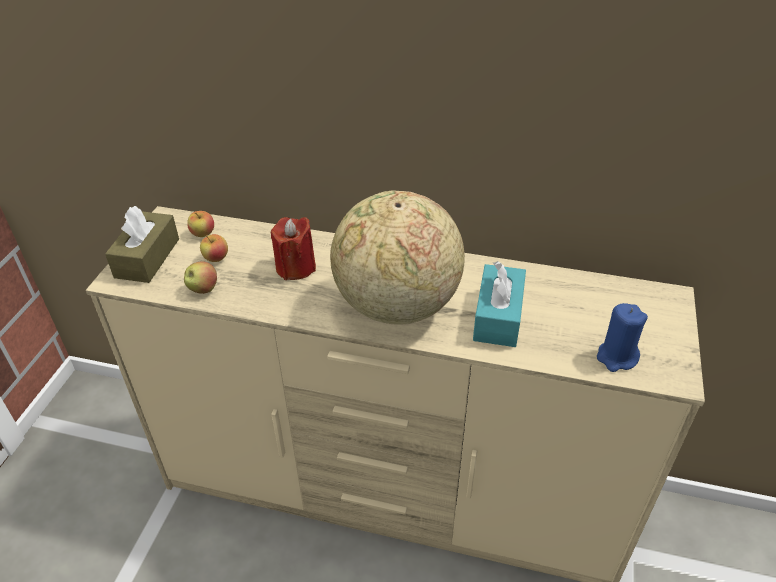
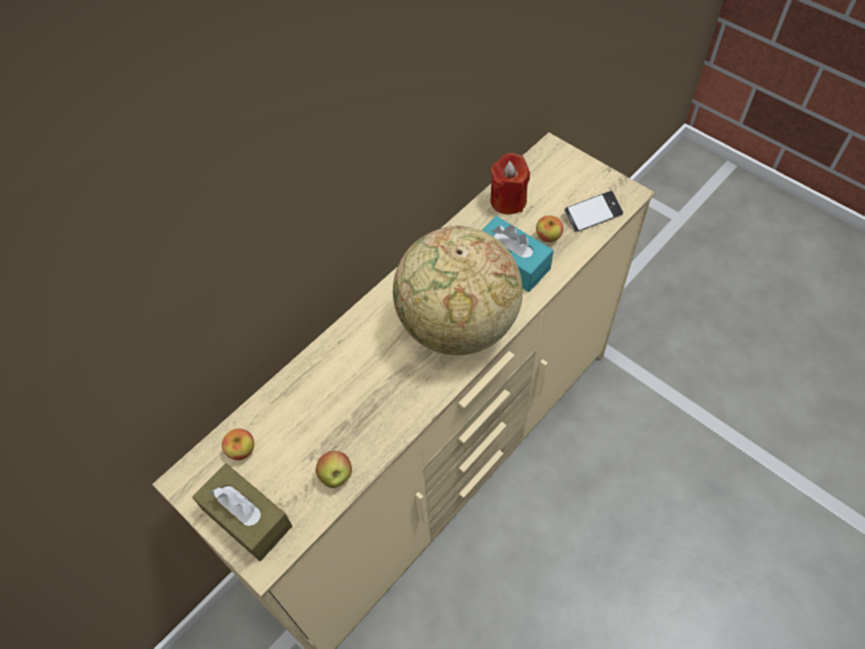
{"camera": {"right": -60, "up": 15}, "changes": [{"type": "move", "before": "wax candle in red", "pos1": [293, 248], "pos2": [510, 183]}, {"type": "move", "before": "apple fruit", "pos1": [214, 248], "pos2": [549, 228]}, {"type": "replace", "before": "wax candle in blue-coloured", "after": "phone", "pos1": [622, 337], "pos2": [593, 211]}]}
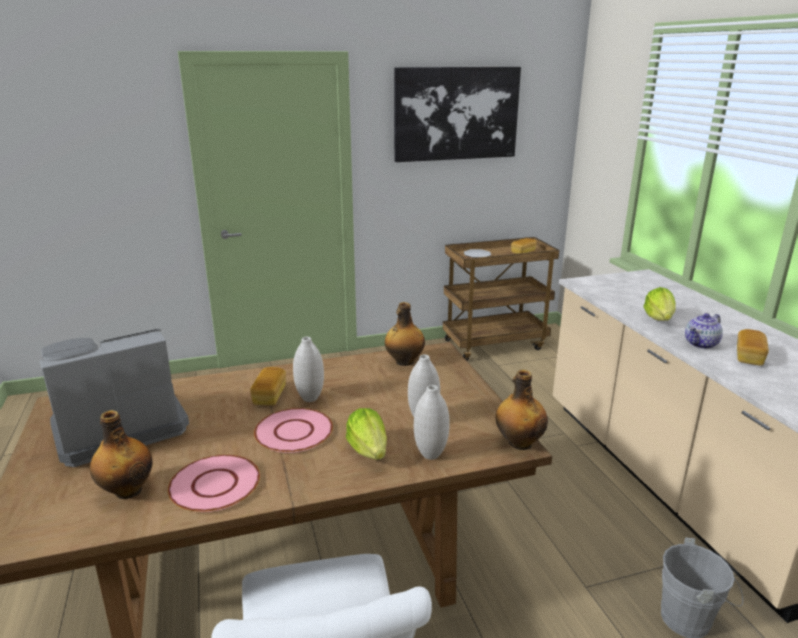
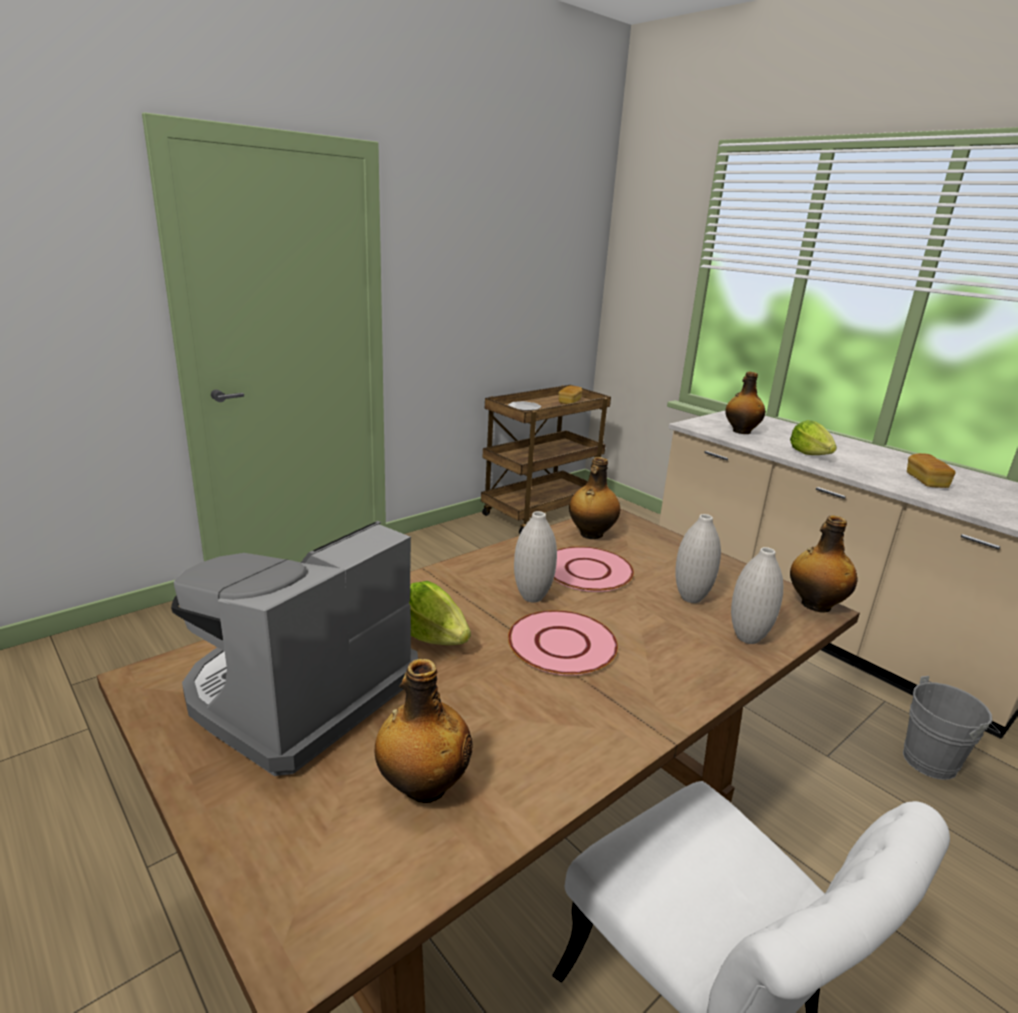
{"camera": {"right": -25, "up": 0}, "changes": [{"type": "move", "before": "lettuce", "pos1": [366, 434], "pos2": [440, 613]}, {"type": "move", "before": "dinner plate in pink-coloured", "pos1": [214, 483], "pos2": [594, 569]}, {"type": "insert", "after": "drink bottle", "pos2": [745, 403]}, {"type": "delete", "before": "baked bread", "pos1": [268, 386]}, {"type": "delete", "before": "picture", "pos1": [457, 114]}, {"type": "delete", "before": "teapot", "pos1": [704, 331]}]}
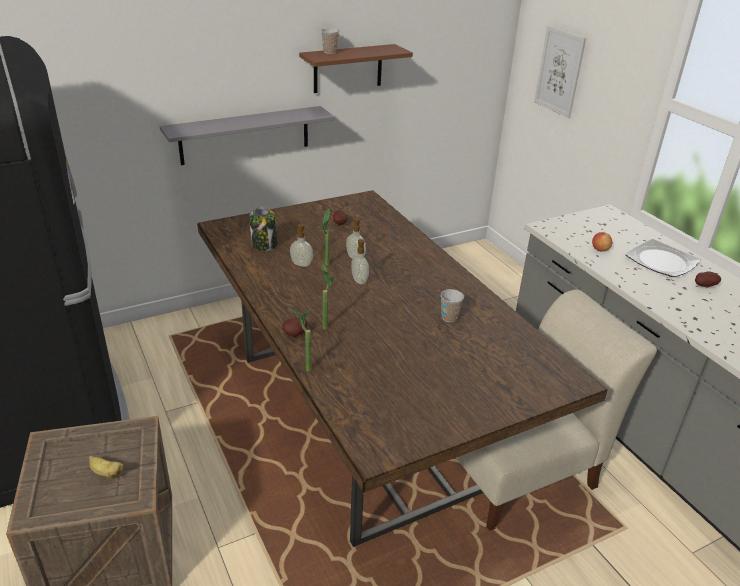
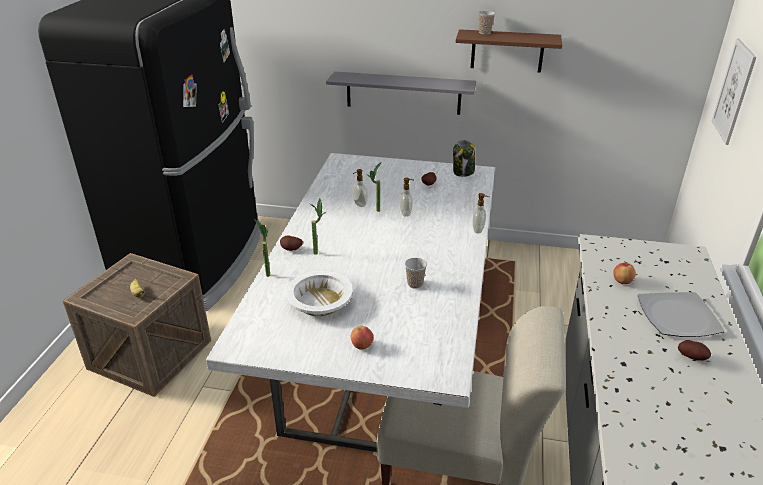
{"camera": {"right": 40, "up": 0}, "changes": [{"type": "recolor", "before": "dining table in brown", "after": "dining table in whitish", "pos1": [402, 368], "pos2": [350, 302]}, {"type": "insert", "after": "deep dish in whitish", "pos2": [319, 293]}, {"type": "insert", "after": "apple fruit", "pos2": [362, 338]}, {"type": "move", "before": "preserve jar", "pos1": [263, 229], "pos2": [464, 158]}, {"type": "move", "before": "liquid soap bottle", "pos1": [360, 261], "pos2": [481, 213]}]}
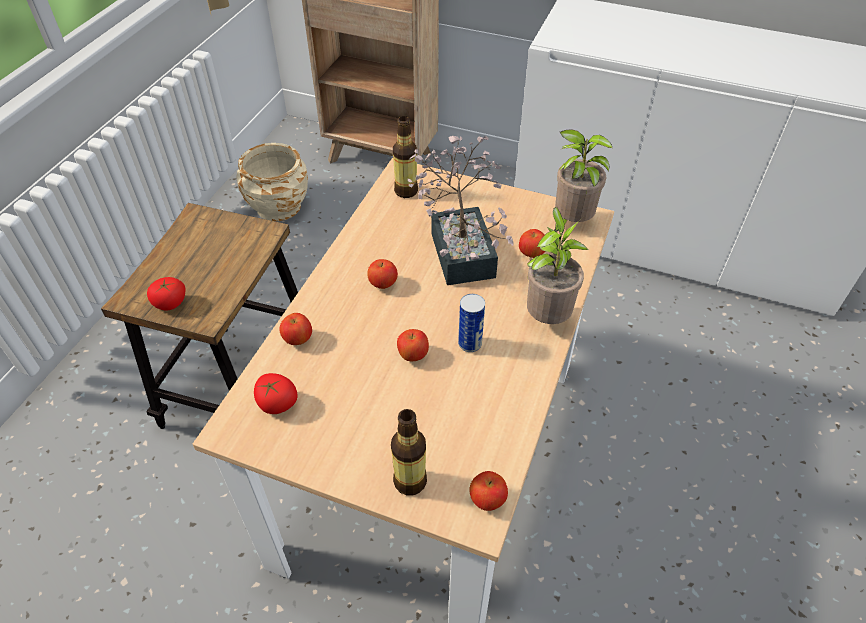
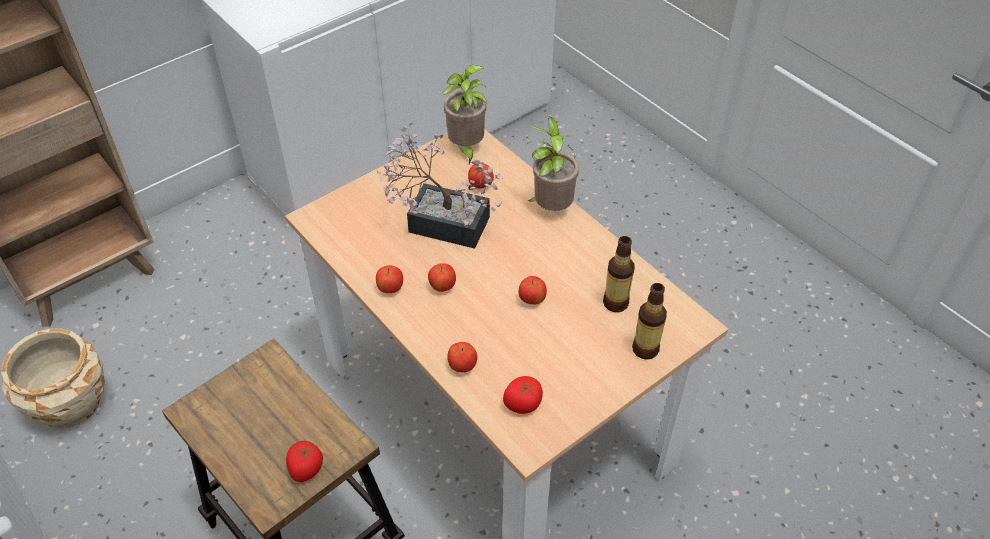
{"camera": {"right": -60, "up": 0}, "changes": [{"type": "move", "before": "apple fruit", "pos1": [489, 491], "pos2": [389, 279]}, {"type": "move", "before": "drink bottle", "pos1": [405, 157], "pos2": [619, 274]}, {"type": "delete", "before": "can", "pos1": [471, 323]}]}
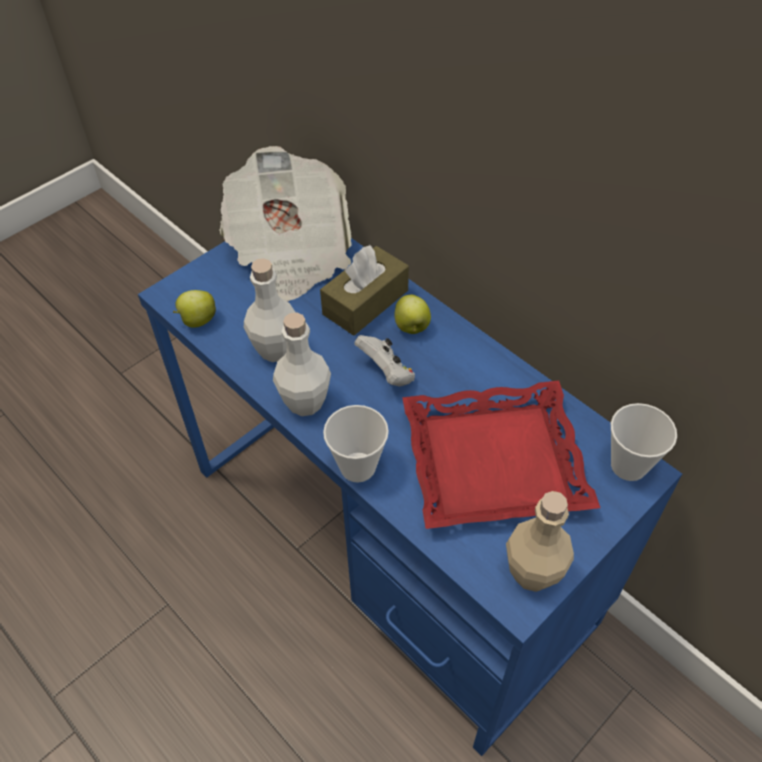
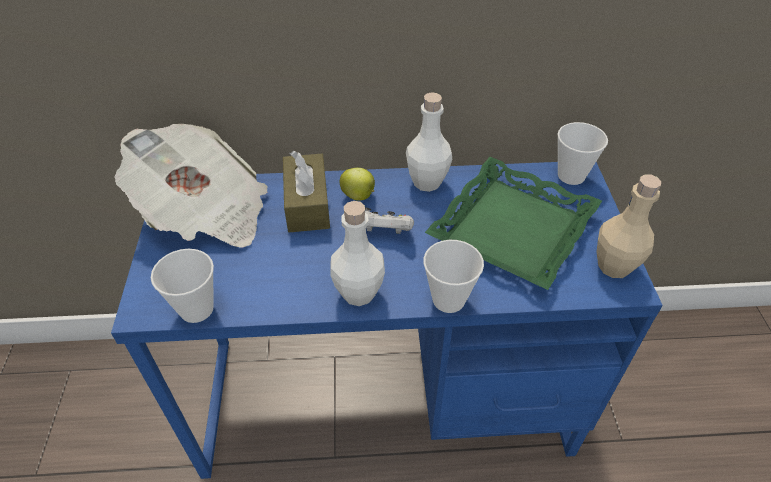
{"camera": {"right": -50, "up": -5}, "changes": [{"type": "replace", "before": "apple fruit", "after": "cup", "pos1": [194, 309], "pos2": [182, 286]}, {"type": "move", "before": "drink bottle in whitish", "pos1": [270, 310], "pos2": [429, 142]}, {"type": "recolor", "before": "tray in red", "after": "tray in greenish", "pos1": [501, 455], "pos2": [513, 223]}]}
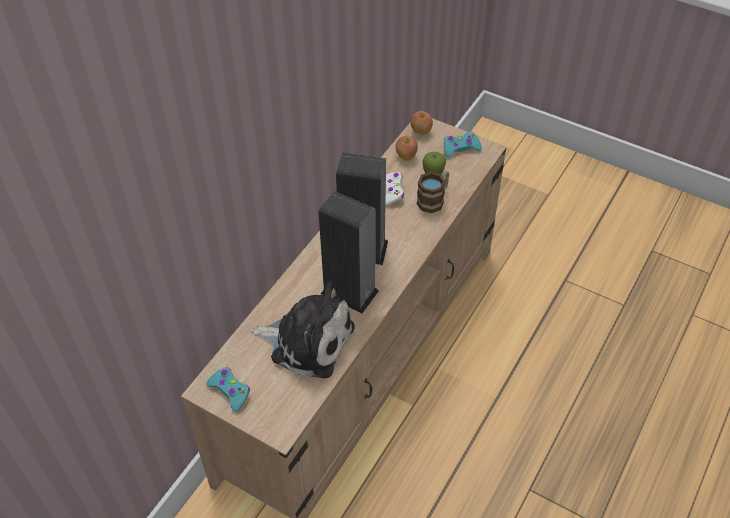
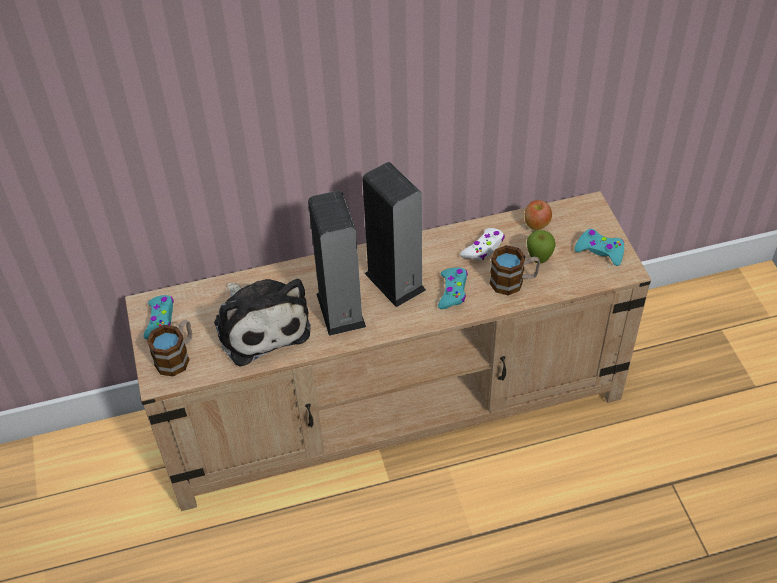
{"camera": {"right": 45, "up": 0}, "changes": [{"type": "insert", "after": "mug", "pos2": [169, 348]}, {"type": "insert", "after": "game controller in turquoise", "pos2": [453, 288]}, {"type": "delete", "before": "apple fruit", "pos1": [422, 123]}]}
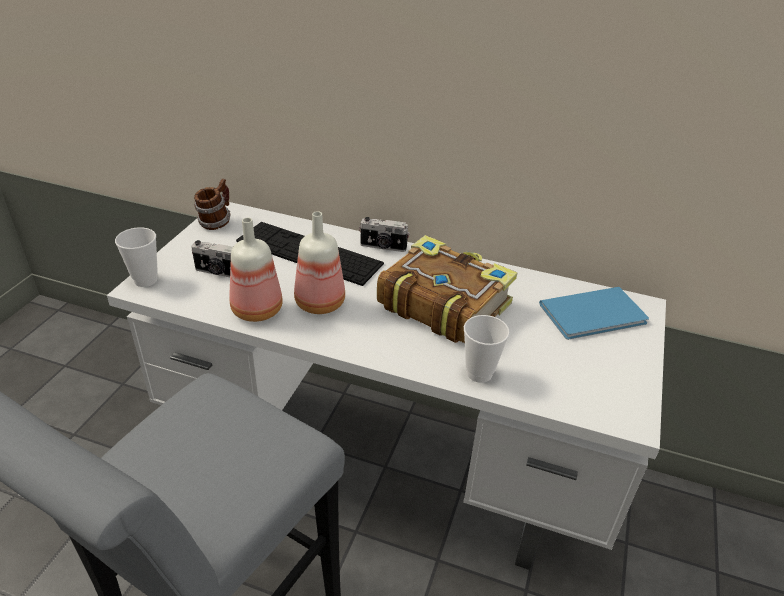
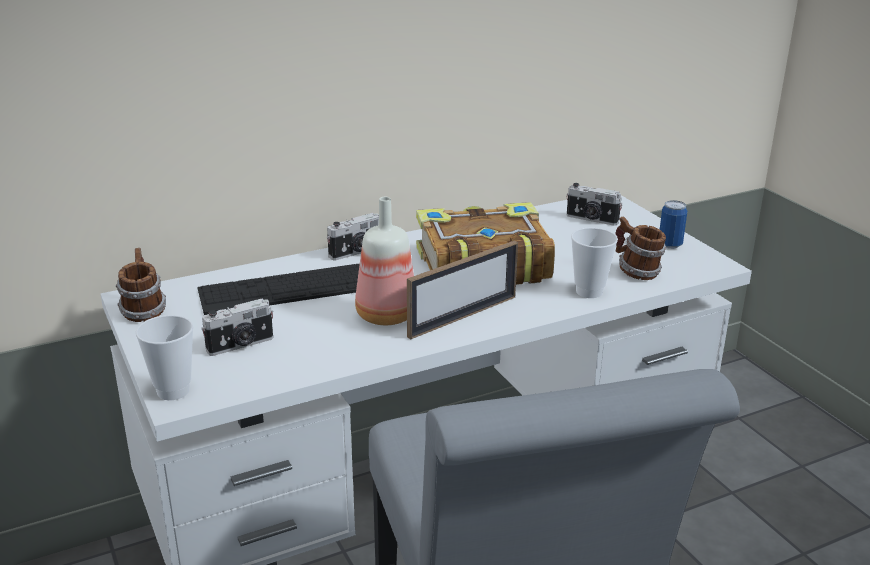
{"camera": {"right": -45, "up": -10}, "changes": [{"type": "insert", "after": "photo frame", "pos2": [462, 289]}, {"type": "replace", "before": "book in blue-coloured", "after": "still camera", "pos1": [594, 313], "pos2": [595, 204]}, {"type": "insert", "after": "mug", "pos2": [640, 248]}, {"type": "insert", "after": "can", "pos2": [673, 224]}, {"type": "delete", "before": "drink bottle", "pos1": [256, 270]}]}
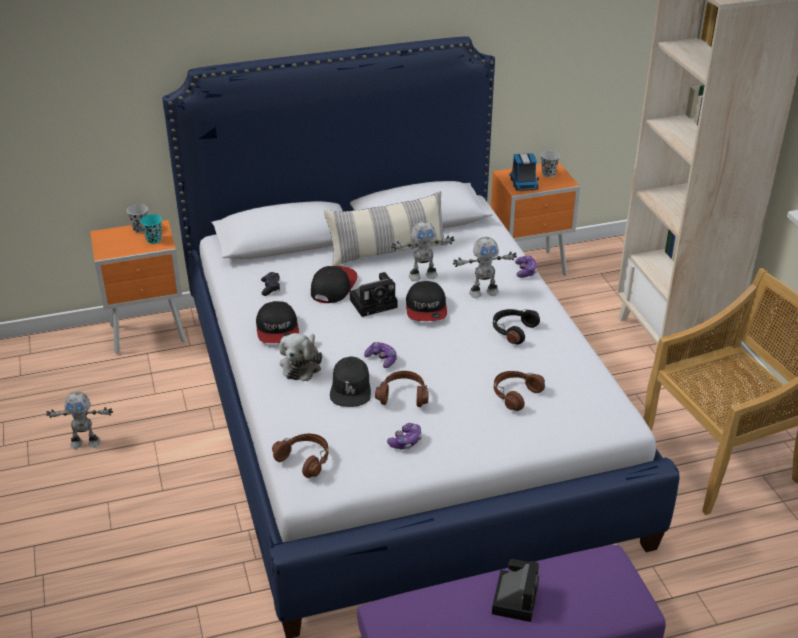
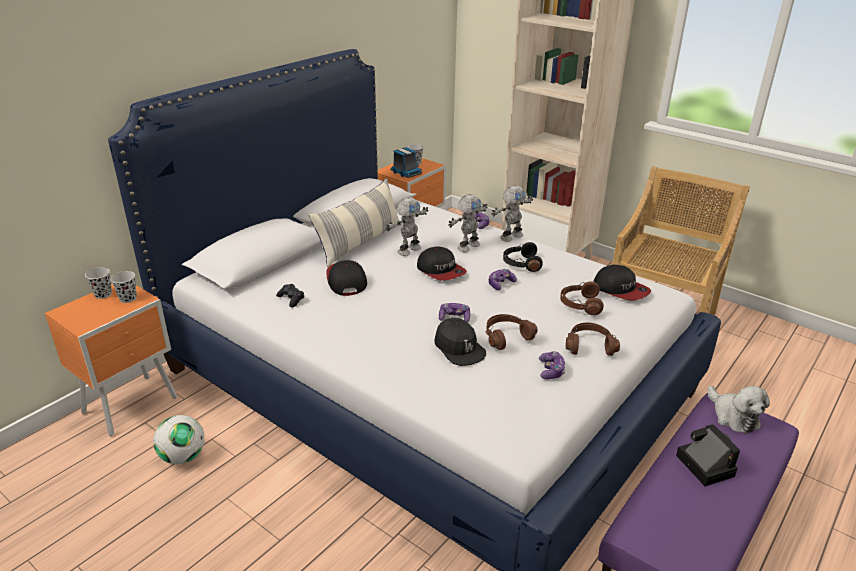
{"camera": {"right": -35, "up": -5}, "changes": [{"type": "recolor", "before": "cup in turquoise", "after": "cup in black-coloured", "pos1": [151, 229], "pos2": [123, 287]}, {"type": "insert", "after": "football", "pos2": [179, 439]}, {"type": "insert", "after": "game controller", "pos2": [502, 279]}, {"type": "move", "before": "toy robot", "pos1": [79, 420], "pos2": [512, 213]}, {"type": "move", "before": "pair of headphones in brown", "pos1": [300, 456], "pos2": [593, 339]}, {"type": "move", "before": "cap", "pos1": [277, 322], "pos2": [622, 282]}, {"type": "move", "before": "plush toy", "pos1": [300, 357], "pos2": [738, 410]}, {"type": "delete", "before": "still camera", "pos1": [374, 294]}]}
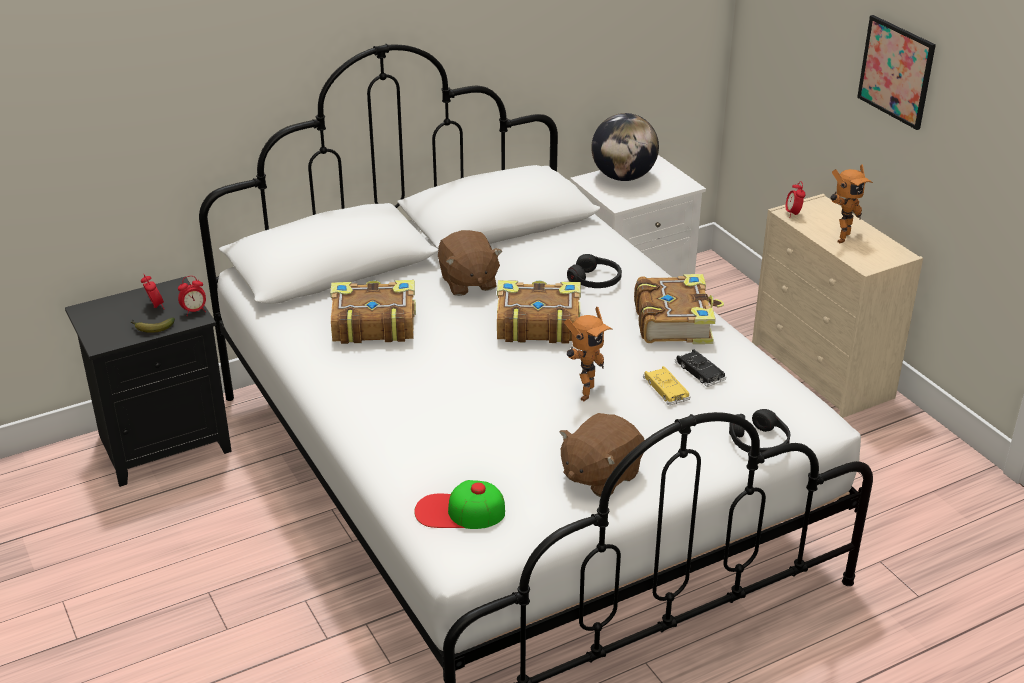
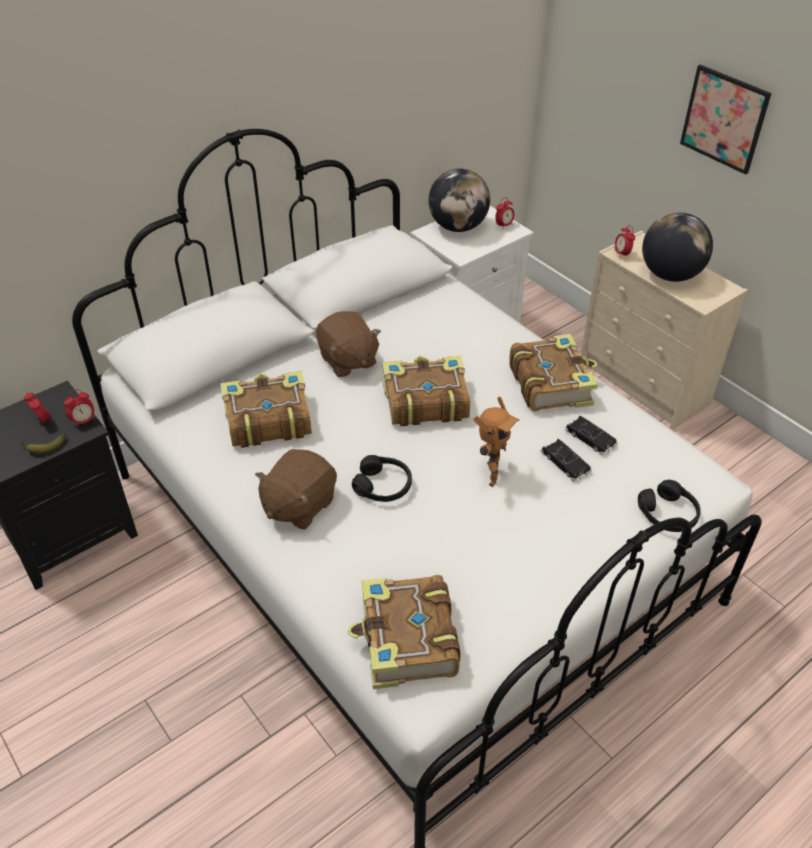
{"camera": {"right": -10, "up": 10}, "changes": [{"type": "move", "before": "plush toy in brown", "pos1": [601, 455], "pos2": [296, 489]}, {"type": "replace", "before": "cap", "after": "book", "pos1": [459, 504], "pos2": [404, 632]}, {"type": "move", "before": "pair of headphones in black-coloured", "pos1": [594, 271], "pos2": [382, 478]}, {"type": "insert", "after": "bedside clock", "pos2": [504, 213]}, {"type": "recolor", "before": "model car in yellowish", "after": "model car in black-coloured", "pos1": [667, 385], "pos2": [566, 460]}, {"type": "replace", "before": "toy robot", "after": "globe", "pos1": [852, 203], "pos2": [677, 247]}]}
